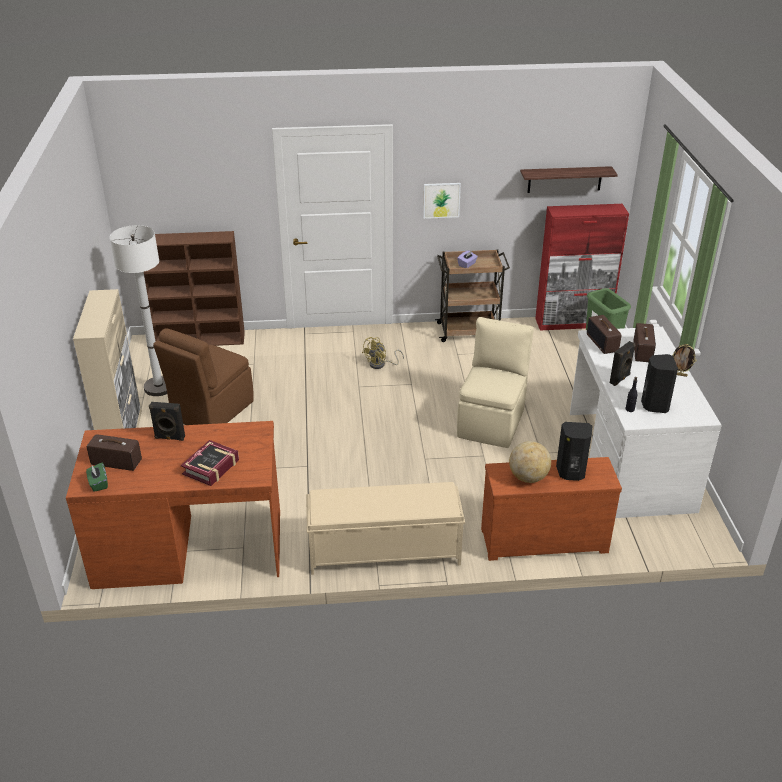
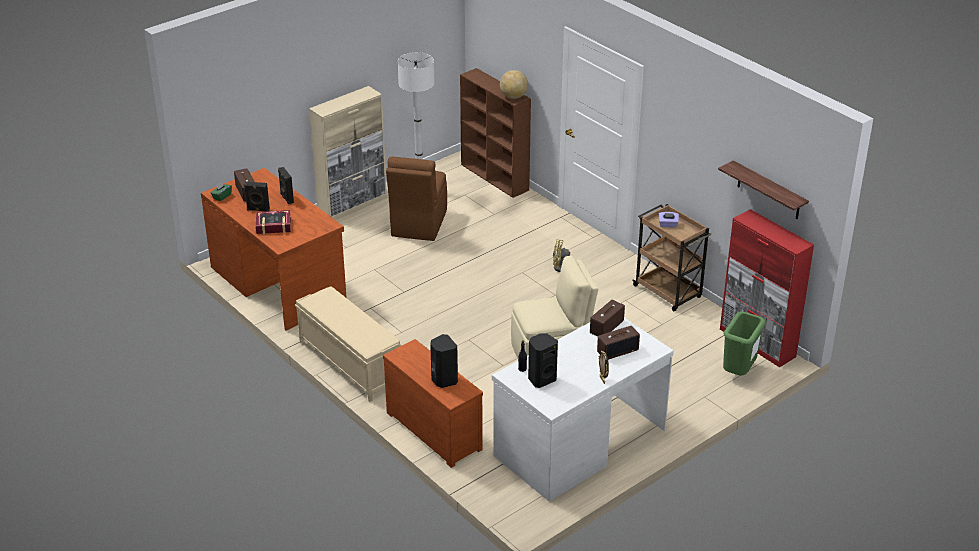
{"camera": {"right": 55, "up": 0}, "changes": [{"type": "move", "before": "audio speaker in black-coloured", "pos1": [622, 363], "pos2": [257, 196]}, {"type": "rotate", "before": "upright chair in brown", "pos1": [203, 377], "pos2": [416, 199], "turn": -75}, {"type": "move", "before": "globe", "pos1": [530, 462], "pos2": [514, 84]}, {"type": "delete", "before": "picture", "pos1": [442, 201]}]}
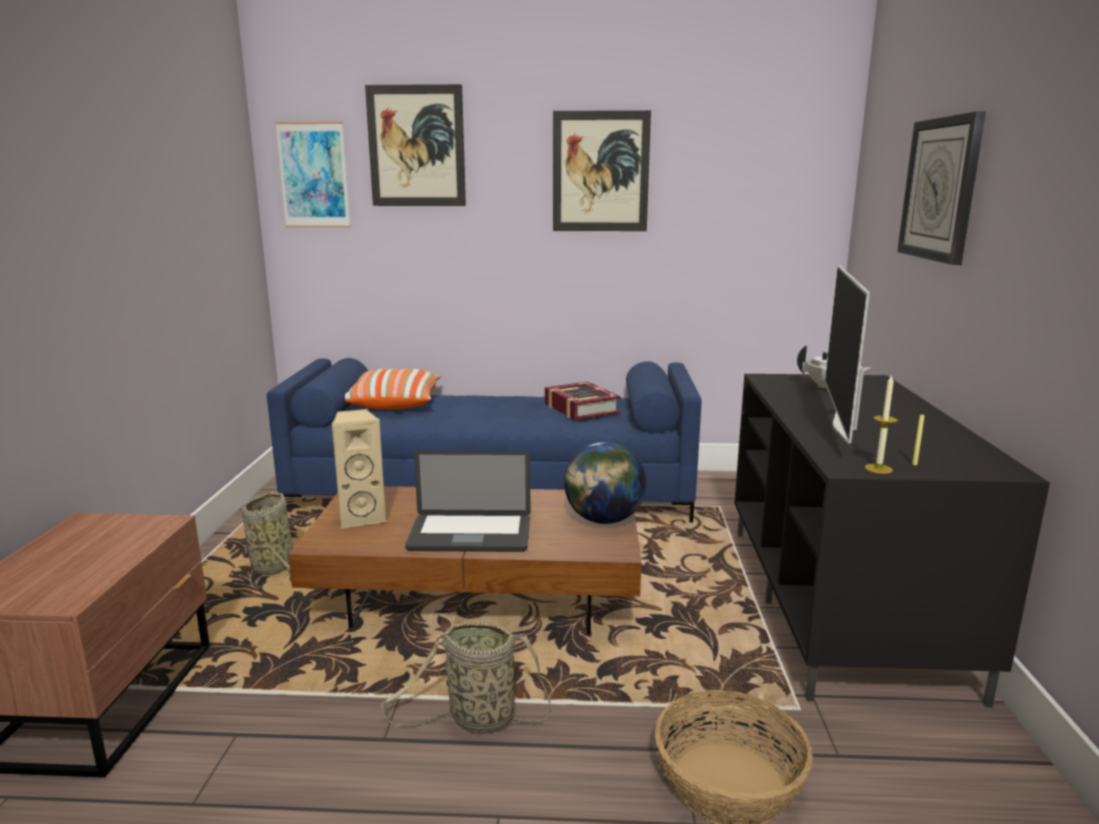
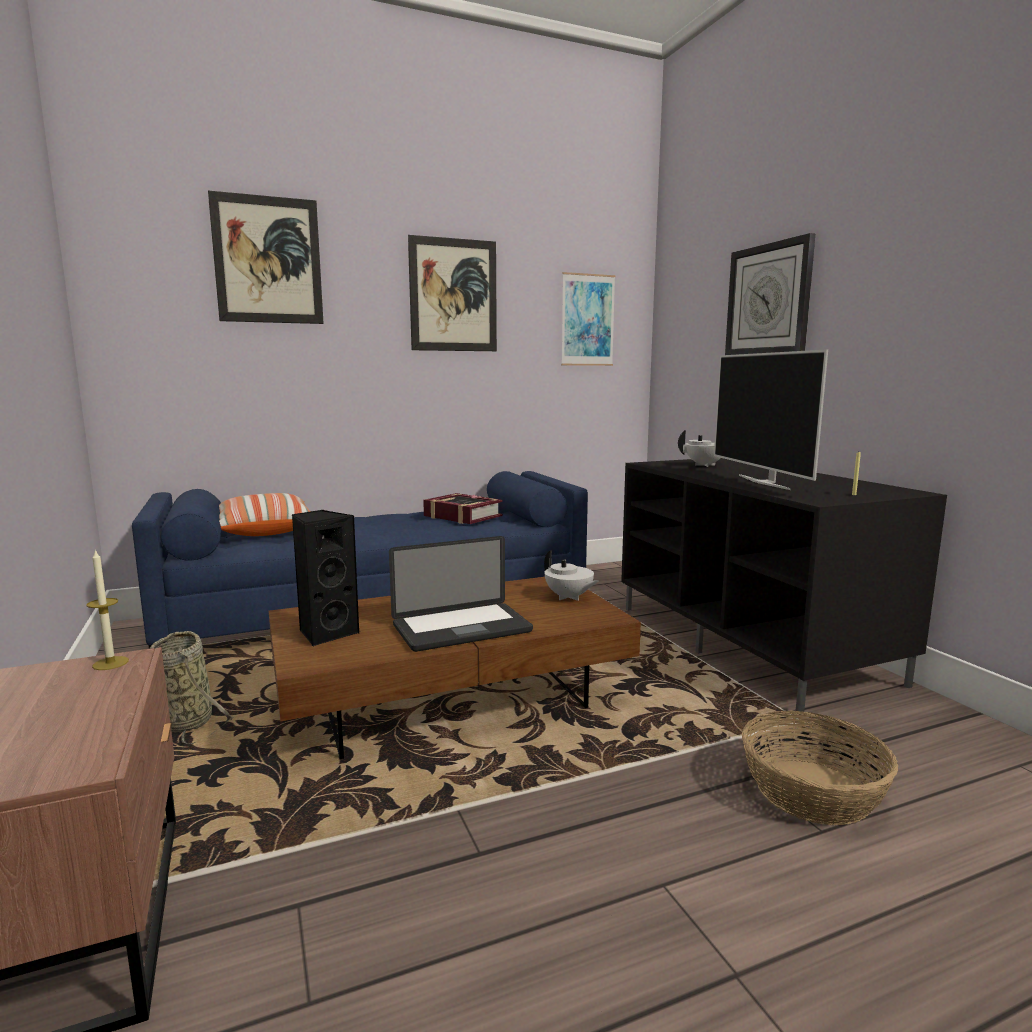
{"camera": {"right": -25, "up": -5}, "changes": [{"type": "move", "before": "wax candle", "pos1": [881, 424], "pos2": [107, 609]}, {"type": "recolor", "before": "audio speaker in sand-coloured", "after": "audio speaker in black-coloured", "pos1": [359, 468], "pos2": [326, 578]}, {"type": "replace", "before": "globe", "after": "teapot in whitish", "pos1": [605, 483], "pos2": [571, 575]}, {"type": "move", "before": "picture", "pos1": [312, 175], "pos2": [588, 319]}, {"type": "delete", "before": "storage basket", "pos1": [466, 677]}]}
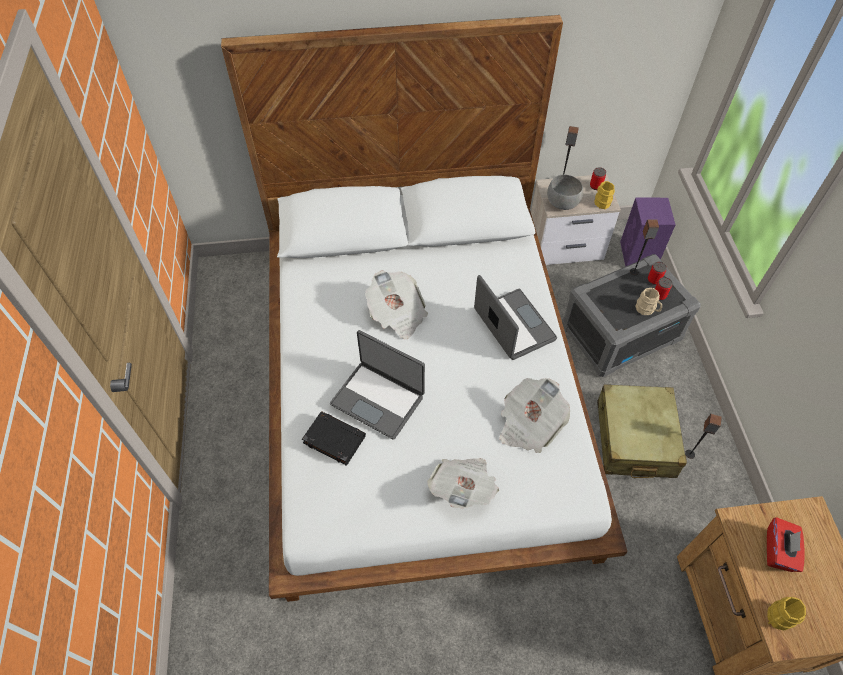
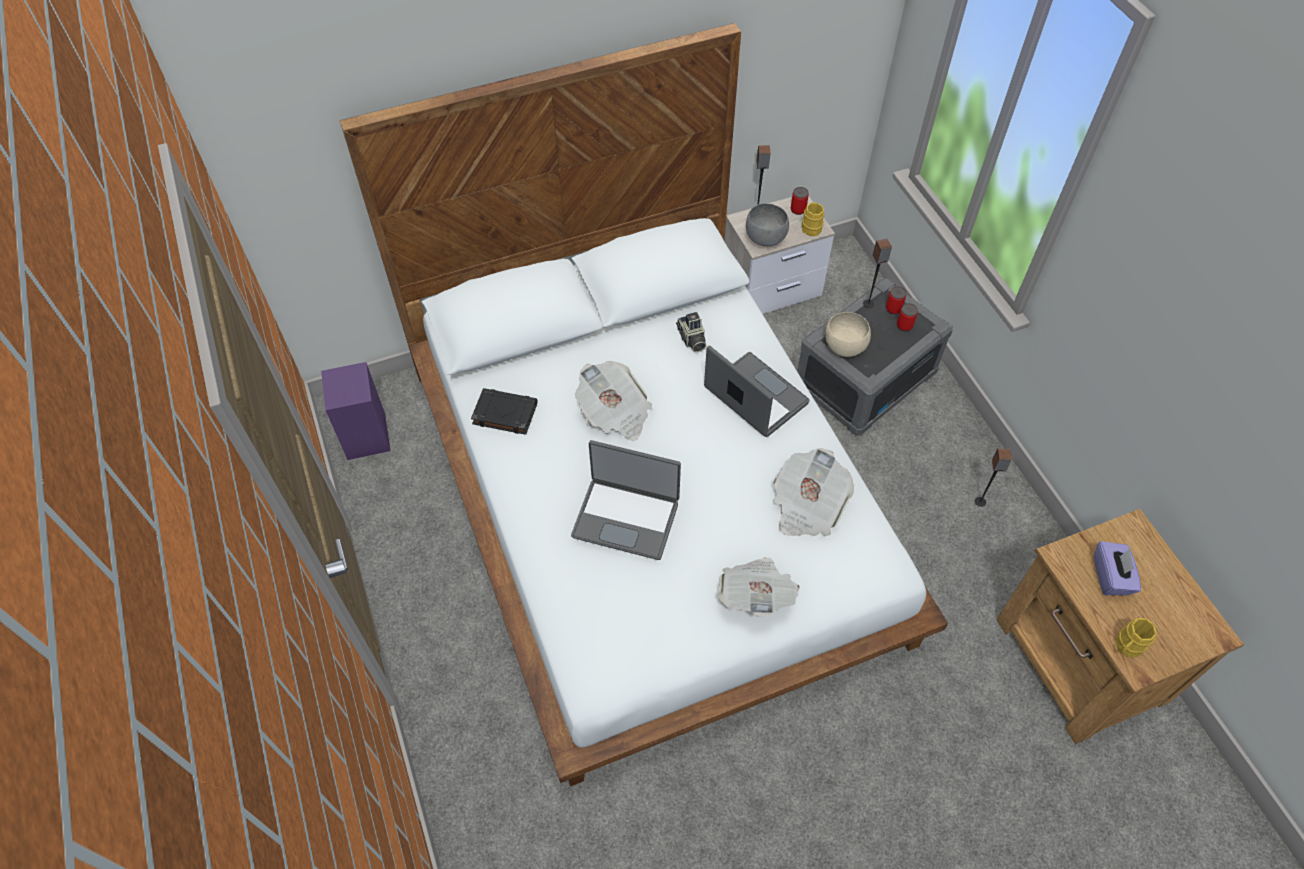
{"camera": {"right": -15, "up": 0}, "changes": [{"type": "move", "before": "audio speaker in purple-coloured", "pos1": [648, 232], "pos2": [355, 411]}, {"type": "move", "before": "book in black-coloured", "pos1": [334, 438], "pos2": [504, 411]}, {"type": "insert", "after": "still camera", "pos2": [691, 332]}, {"type": "insert", "after": "deep dish in sand-coloured", "pos2": [848, 334]}, {"type": "recolor", "before": "box of tissues in red", "after": "box of tissues in purple-coloured", "pos1": [785, 544], "pos2": [1117, 568]}, {"type": "delete", "before": "travel case in sand-coloured", "pos1": [642, 431]}, {"type": "delete", "before": "mug in sand-coloured", "pos1": [648, 301]}]}
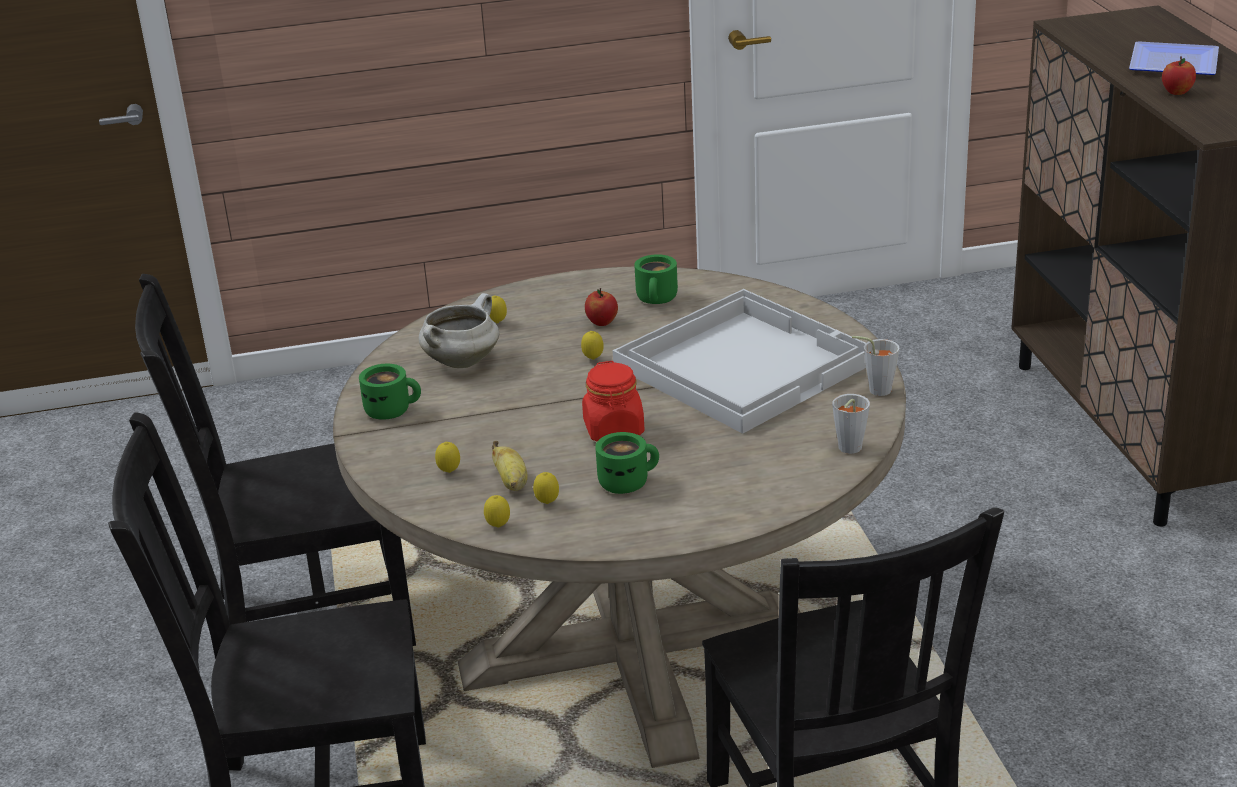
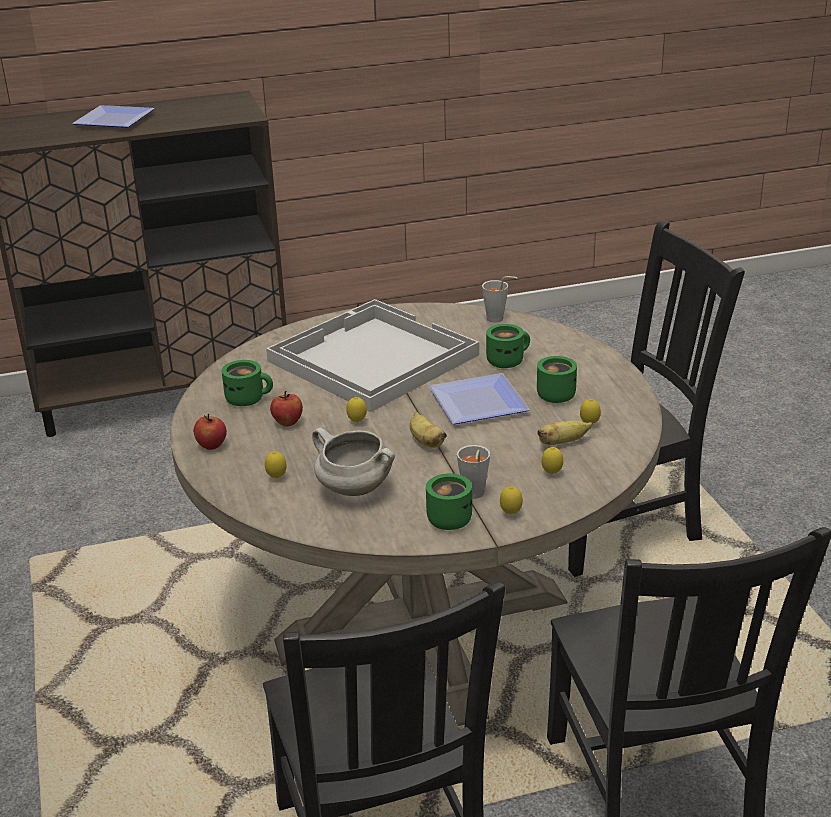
{"camera": {"right": -95, "up": 0}, "changes": [{"type": "move", "before": "apple fruit", "pos1": [1179, 75], "pos2": [210, 432]}, {"type": "insert", "after": "whole banana", "pos2": [428, 430]}, {"type": "replace", "before": "preserve jar in red", "after": "dinner plate", "pos1": [613, 401], "pos2": [479, 398]}, {"type": "move", "before": "cup in greyish", "pos1": [876, 366], "pos2": [473, 472]}, {"type": "insert", "after": "mug in greenish", "pos2": [508, 346]}, {"type": "move", "before": "citrus fruit", "pos1": [497, 511], "pos2": [511, 500]}]}
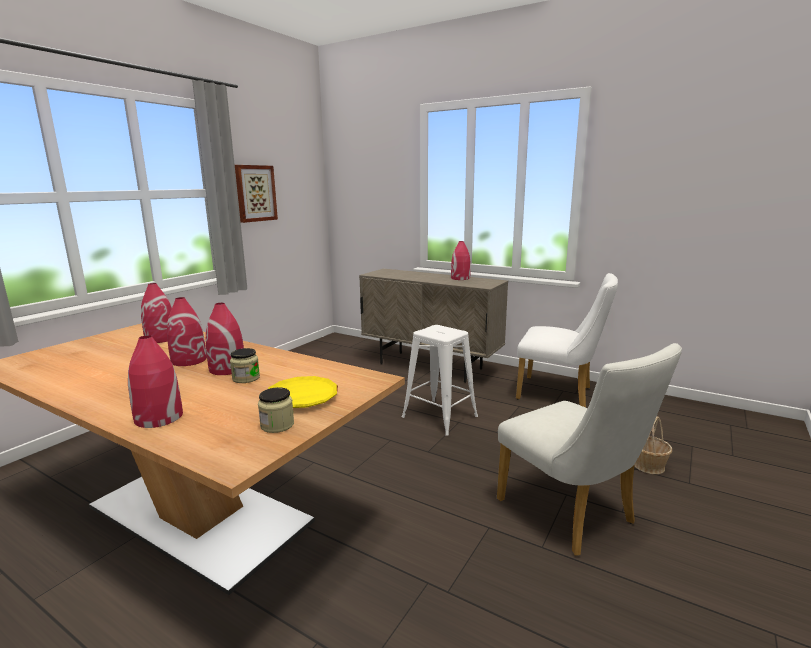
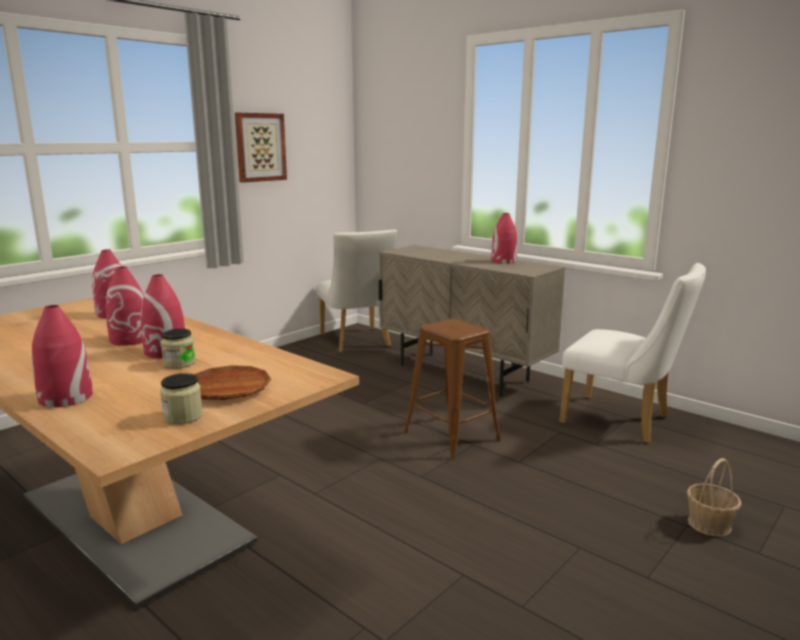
{"camera": {"right": 10, "up": 0}, "changes": [{"type": "recolor", "before": "dinner plate in yellowish", "after": "dinner plate in brown", "pos1": [303, 392], "pos2": [232, 382]}, {"type": "move", "before": "upright chair in whitish", "pos1": [589, 449], "pos2": [357, 291]}, {"type": "recolor", "before": "stool in whitish", "after": "stool in brown", "pos1": [440, 380], "pos2": [452, 389]}]}
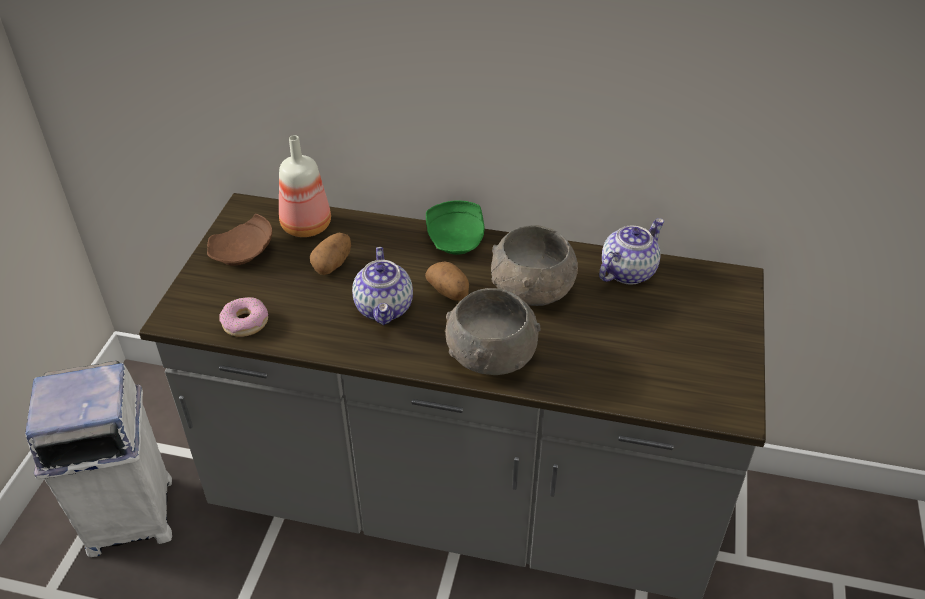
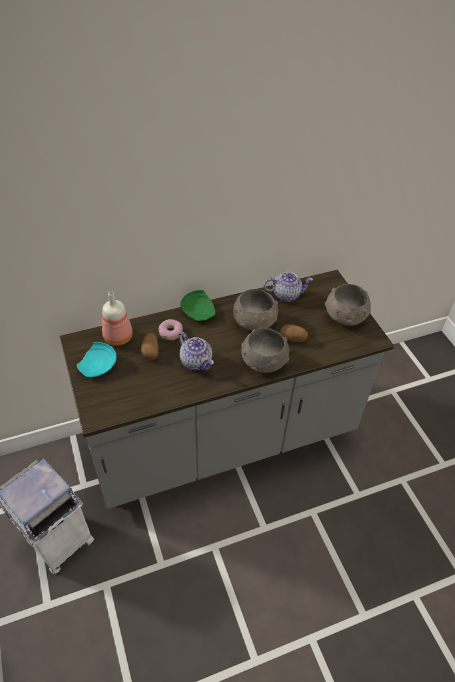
{"camera": {"right": -35, "up": 5}, "changes": [{"type": "recolor", "before": "dinner plate in brown", "after": "dinner plate in turquoise", "pos1": [239, 240], "pos2": [97, 359]}, {"type": "move", "before": "donut", "pos1": [243, 317], "pos2": [171, 329]}, {"type": "rotate", "before": "teapot", "pos1": [631, 251], "pos2": [288, 287], "turn": 75}, {"type": "move", "before": "whole potato", "pos1": [447, 281], "pos2": [293, 333]}, {"type": "insert", "after": "deep dish in greyish", "pos2": [348, 305]}]}
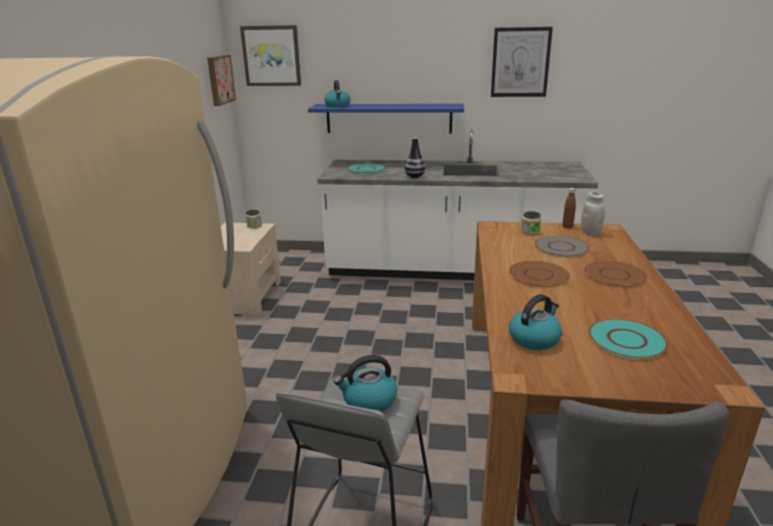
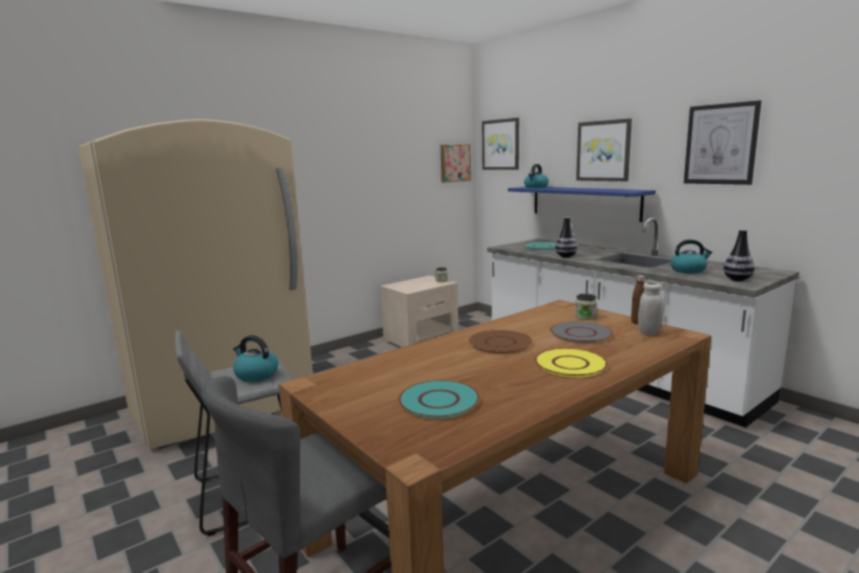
{"camera": {"right": 45, "up": -10}, "changes": [{"type": "recolor", "before": "dinner plate in brown", "after": "dinner plate in yellowish", "pos1": [615, 274], "pos2": [571, 362]}, {"type": "insert", "after": "picture", "pos2": [604, 149]}, {"type": "move", "before": "water kettle", "pos1": [535, 322], "pos2": [691, 256]}, {"type": "insert", "after": "decorative vase", "pos2": [739, 255]}]}
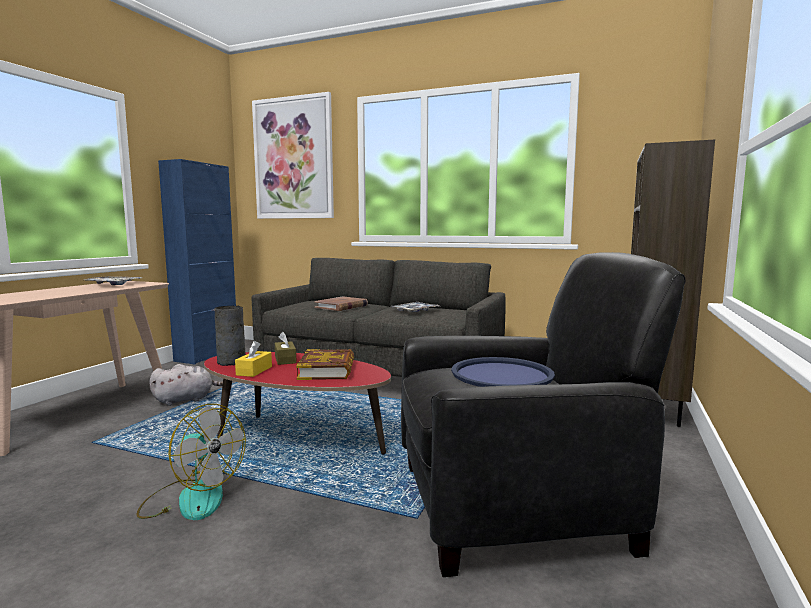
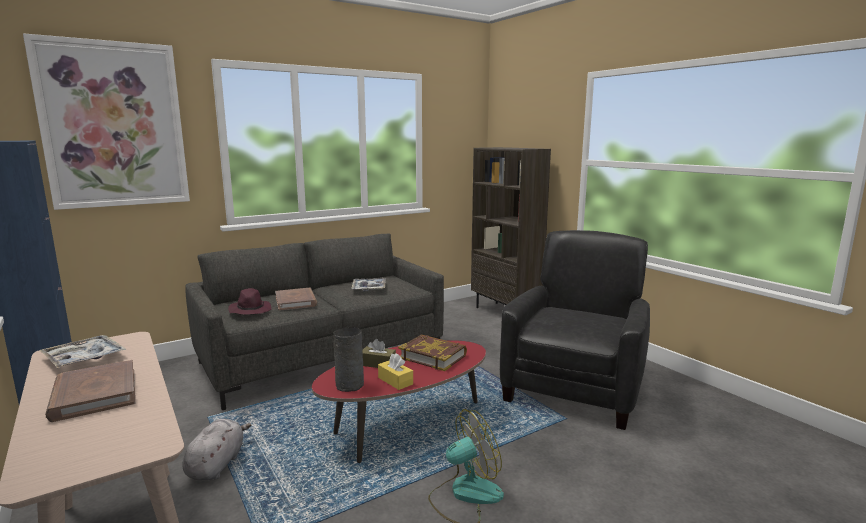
{"camera": {"right": -55, "up": 5}, "changes": [{"type": "insert", "after": "book in brown", "pos2": [90, 391]}, {"type": "insert", "after": "hat in purple-coloured", "pos2": [249, 301]}, {"type": "delete", "before": "tray in blue-coloured", "pos1": [503, 372]}]}
